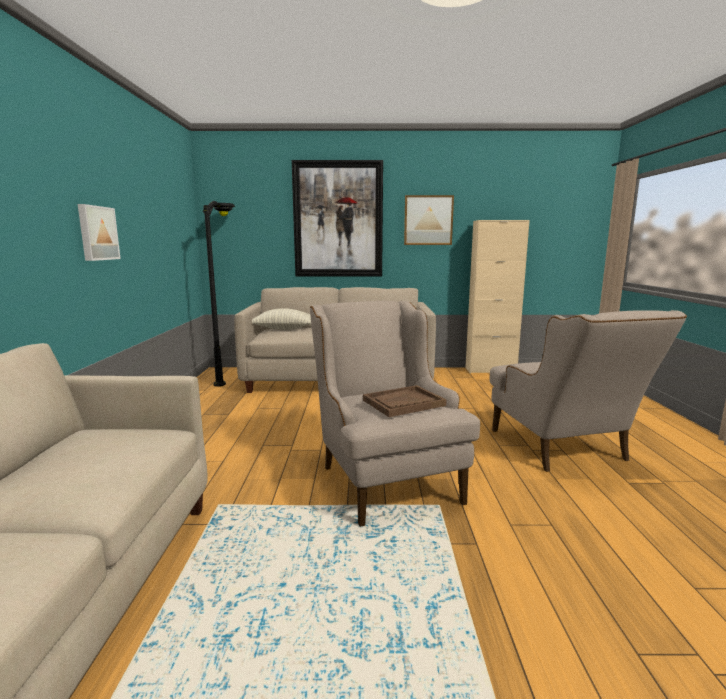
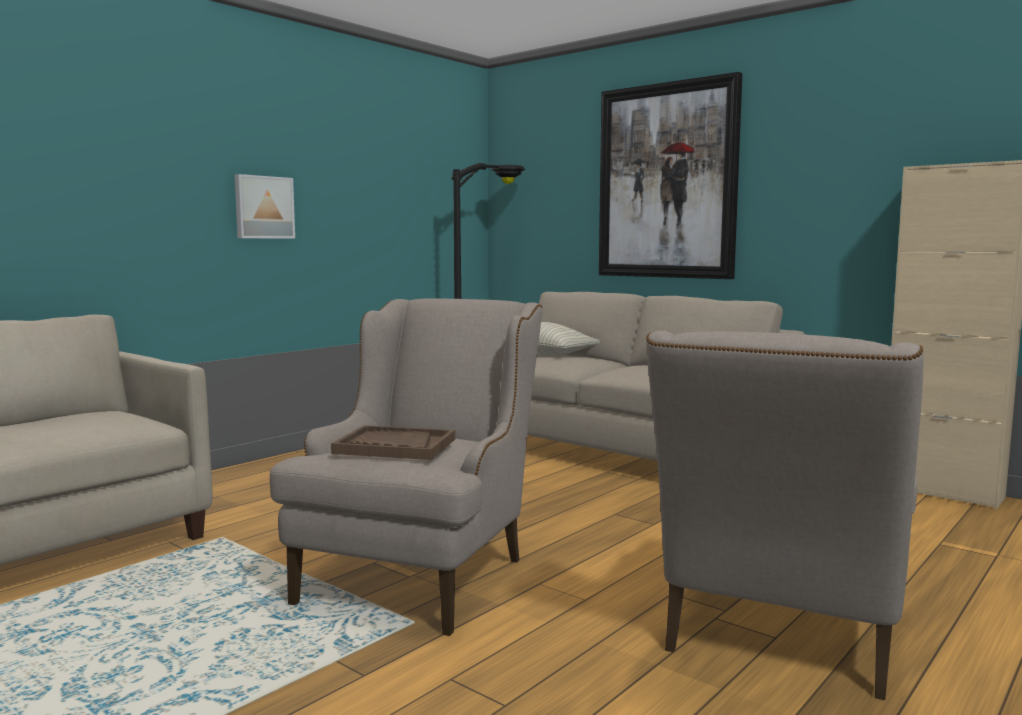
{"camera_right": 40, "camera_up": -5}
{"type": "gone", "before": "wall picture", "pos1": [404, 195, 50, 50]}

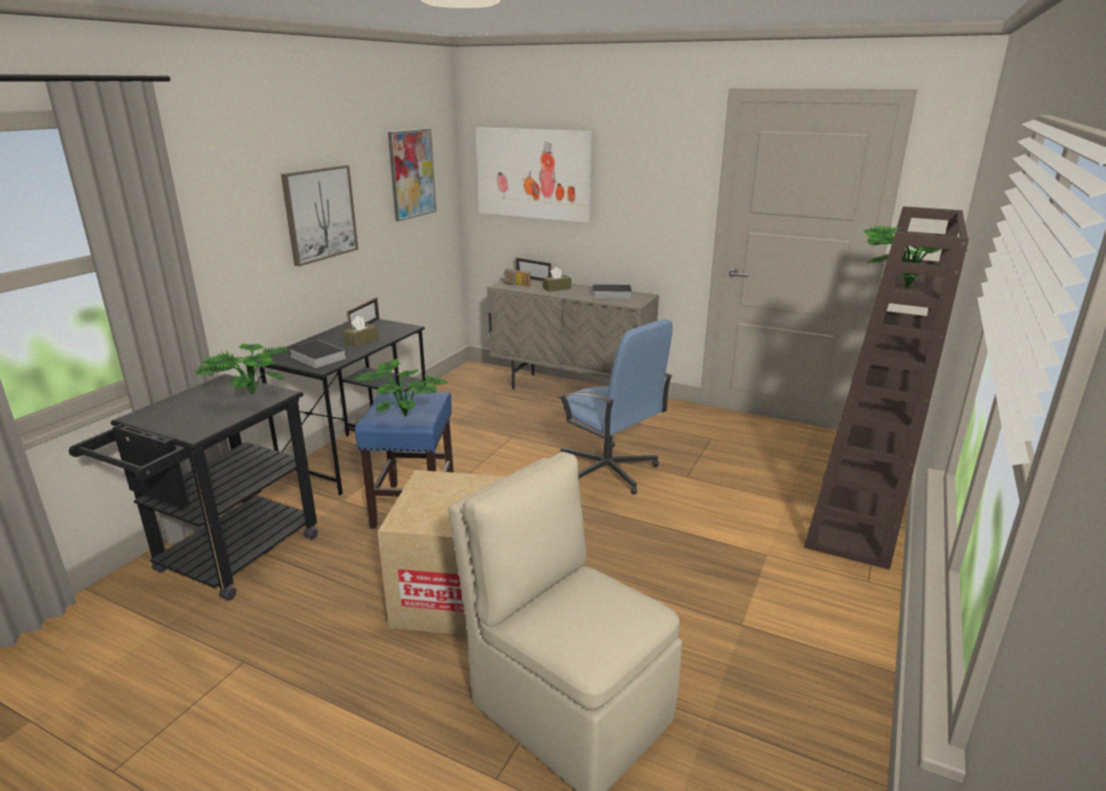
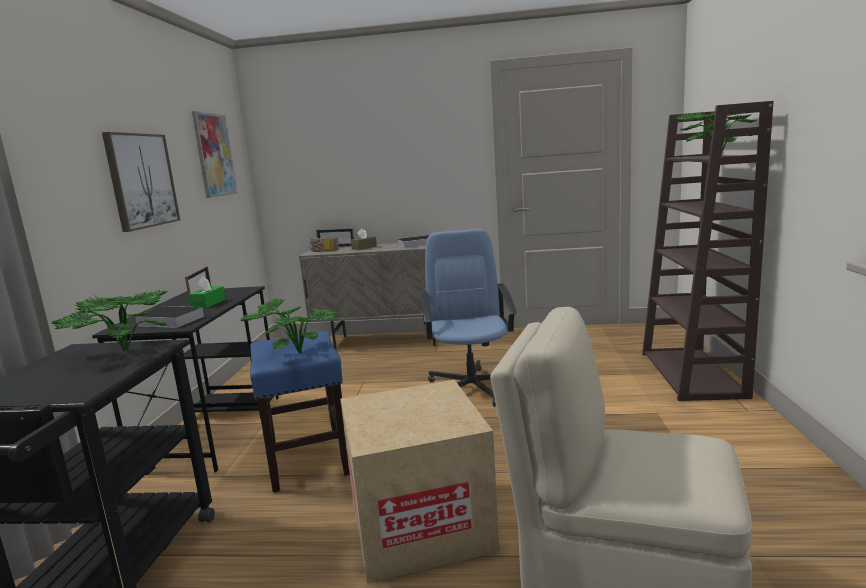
{"camera_right": -20, "camera_up": -10}
{"type": "gone", "before": "wall picture", "pos1": [476, 127, 117, 96]}
{"type": "repainted", "before": "box of tissues/brown-coloured", "after": "box of tissues/green", "pos1": [343, 316, 36, 31], "pos2": [188, 277, 38, 31]}
{"type": "rotated", "before": "desk chair/blue", "pos1": [558, 319, 115, 175], "pos2": [420, 229, 97, 178], "turn": -120}

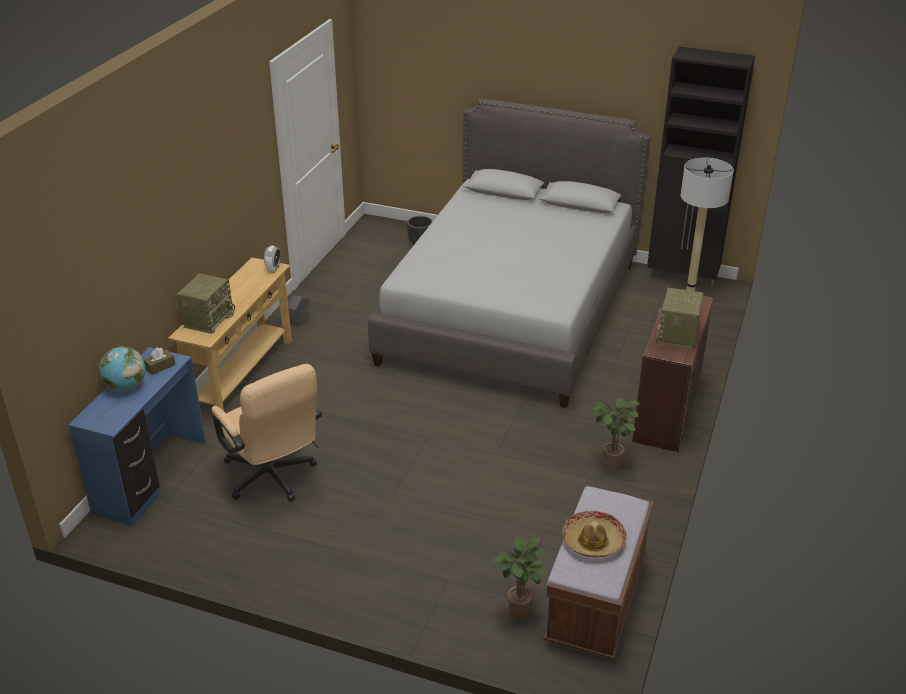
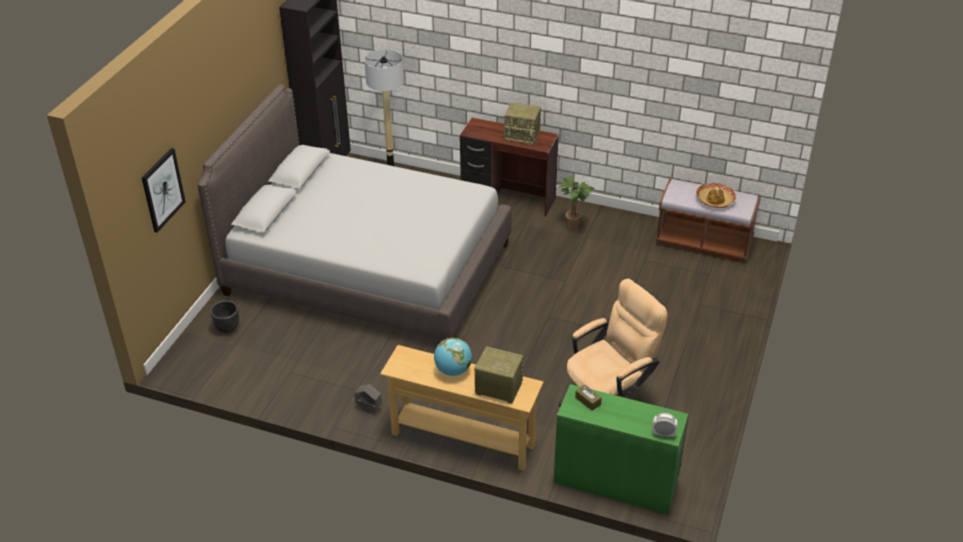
{"camera_right": -90, "camera_up": 5}
{"type": "shifted", "before": "bedside clock", "pos1": [264, 246, 17, 27], "pos2": [652, 413, 26, 25]}
{"type": "repainted", "before": "desk/blue", "after": "desk/green", "pos1": [68, 347, 138, 179], "pos2": [553, 384, 136, 130]}
{"type": "shifted", "before": "globe", "pos1": [99, 347, 46, 44], "pos2": [434, 338, 38, 38]}
{"type": "gone", "before": "houseplant", "pos1": [493, 536, 55, 84]}
{"type": "new", "after": "wall picture", "pos2": [142, 148, 44, 85]}

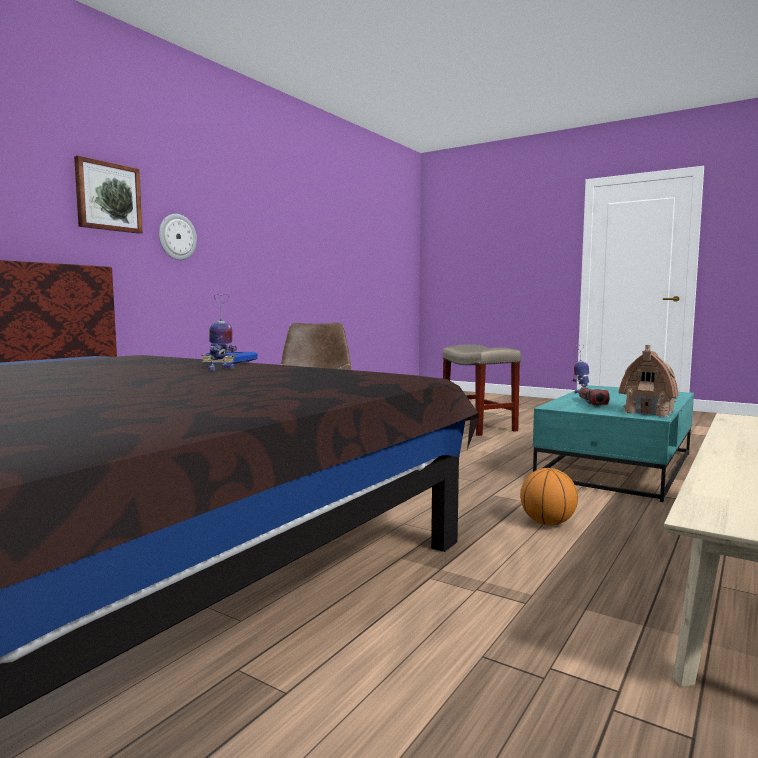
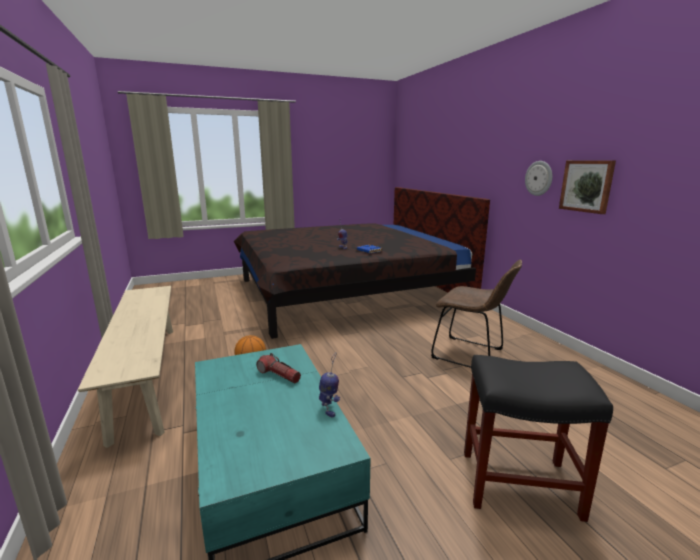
{"camera_right": 125, "camera_up": 10}
{"type": "shifted", "before": "wall picture", "pos1": [74, 156, 69, 78], "pos2": [559, 160, 57, 54]}
{"type": "repainted", "before": "stool seat/beige", "after": "stool seat/blackish", "pos1": [442, 344, 79, 92], "pos2": [464, 355, 149, 167]}
{"type": "gone", "before": "toy house", "pos1": [618, 345, 61, 72]}

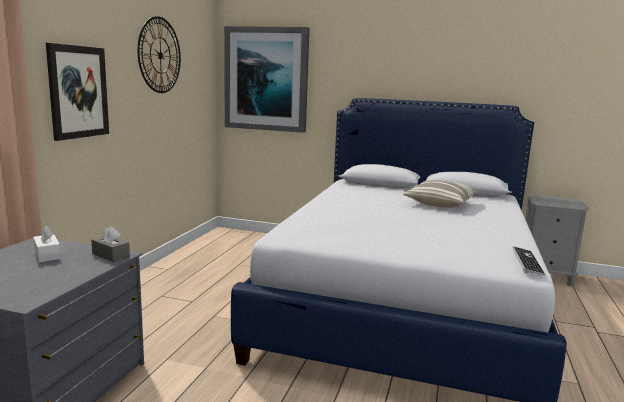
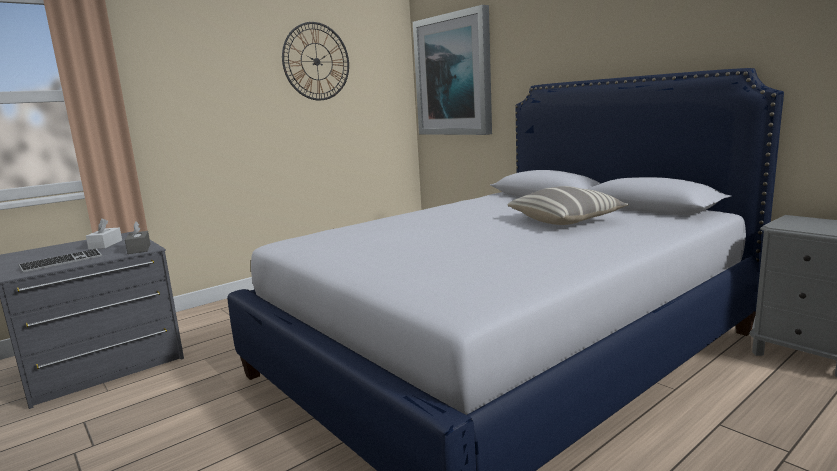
{"camera_right": 35, "camera_up": 0}
{"type": "gone", "before": "wall picture", "pos1": [46, 43, 63, 98]}
{"type": "shifted", "before": "computer keyboard", "pos1": [512, 246, 34, 30], "pos2": [18, 249, 84, 23]}

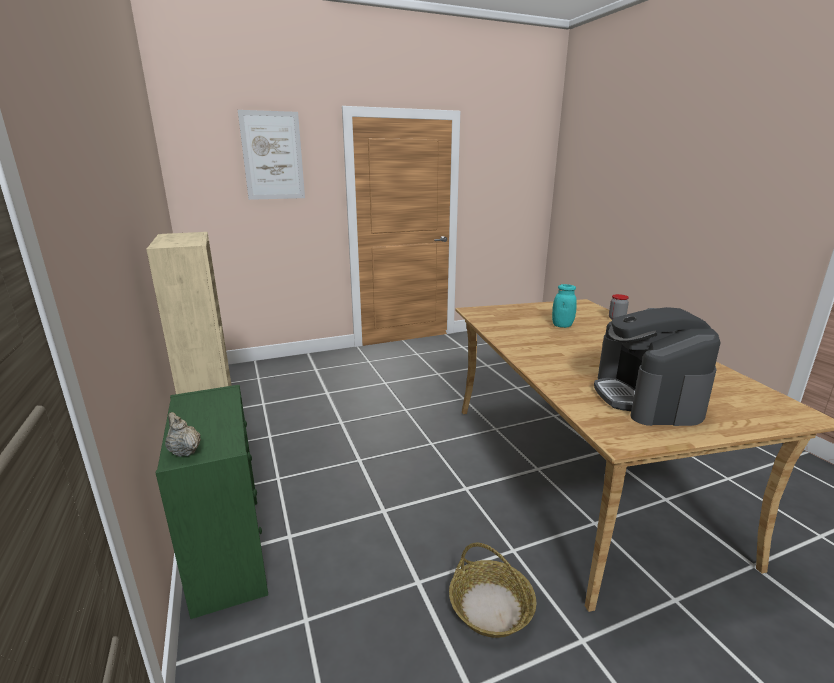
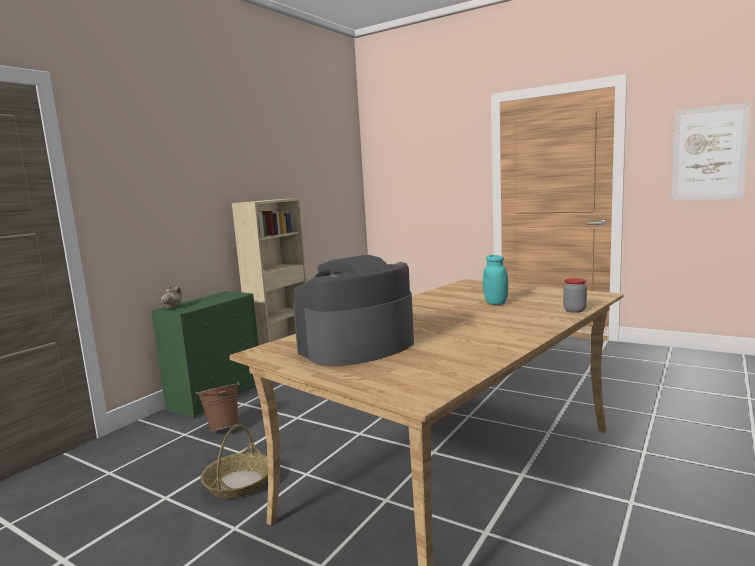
{"camera_right": 55, "camera_up": -10}
{"type": "shifted", "before": "wall picture", "pos1": [238, 110, 67, 90], "pos2": [671, 102, 79, 99]}
{"type": "new", "after": "water bucket/brown-coloured", "pos2": [196, 381, 44, 50]}

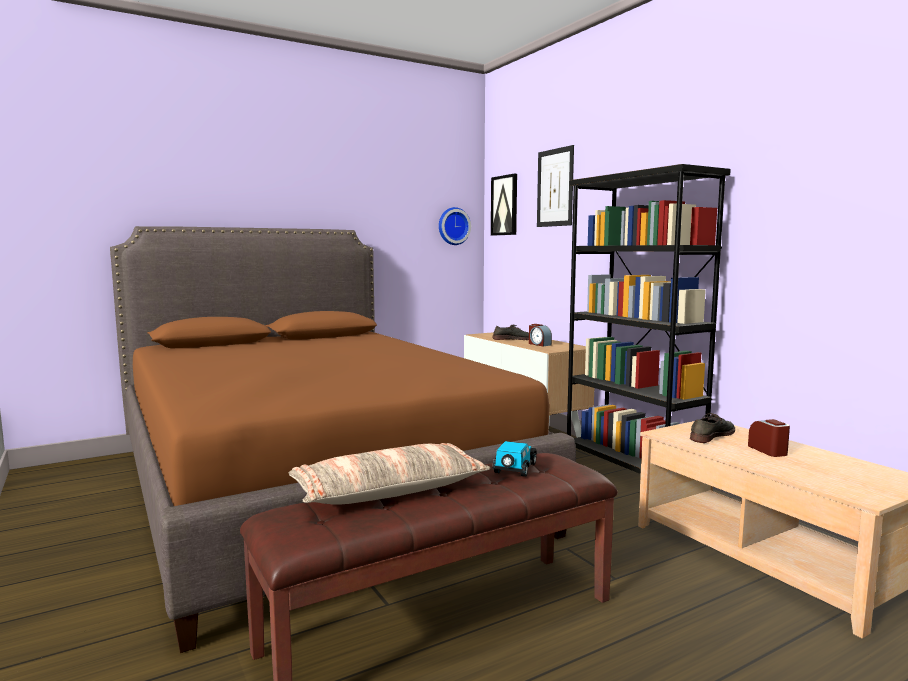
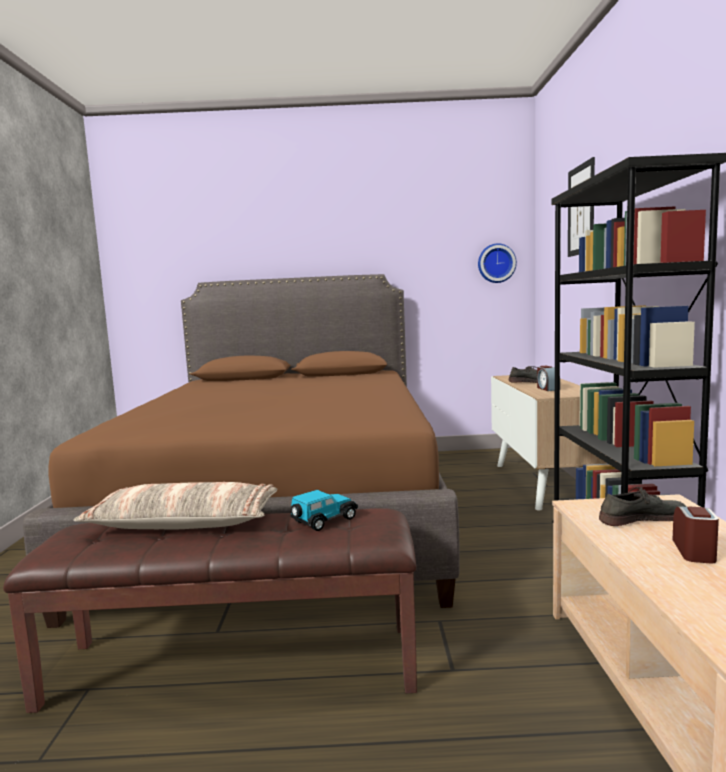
{"camera_right": 30, "camera_up": 0}
{"type": "gone", "before": "wall picture", "pos1": [491, 174, 26, 62]}

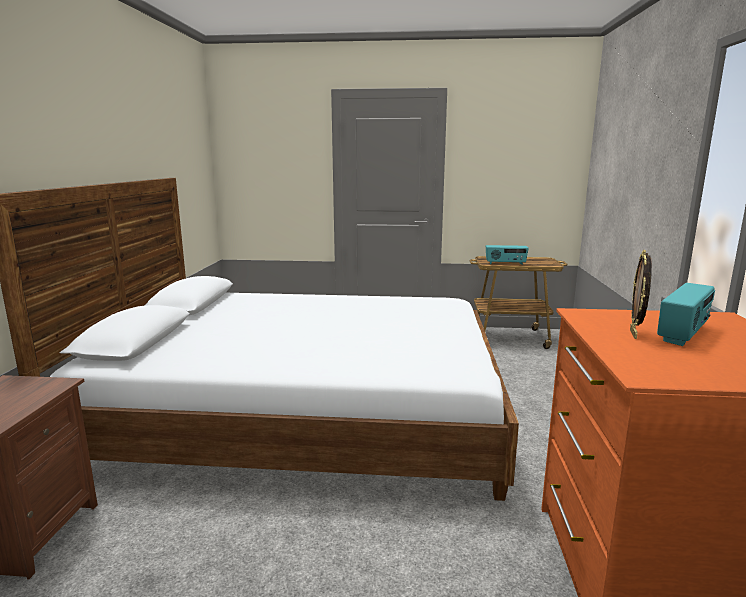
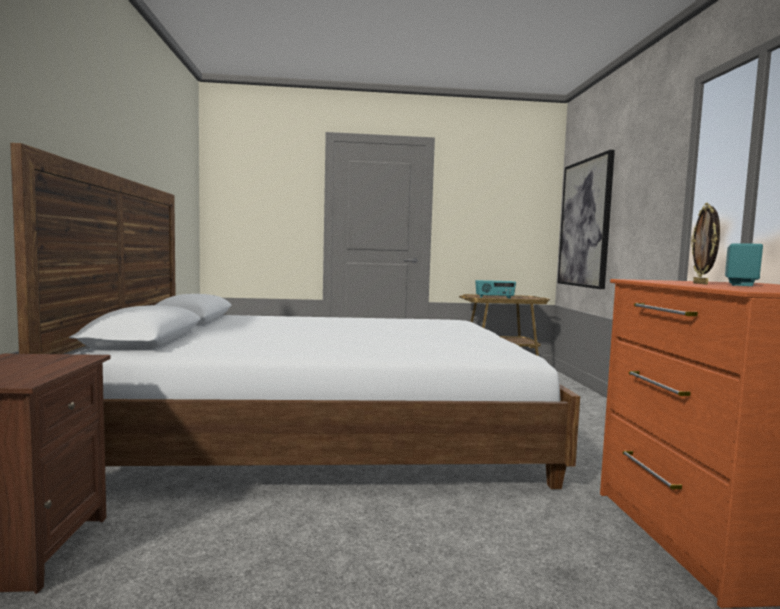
{"camera_right": -10, "camera_up": -10}
{"type": "new", "after": "wall picture", "pos2": [558, 150, 57, 139]}

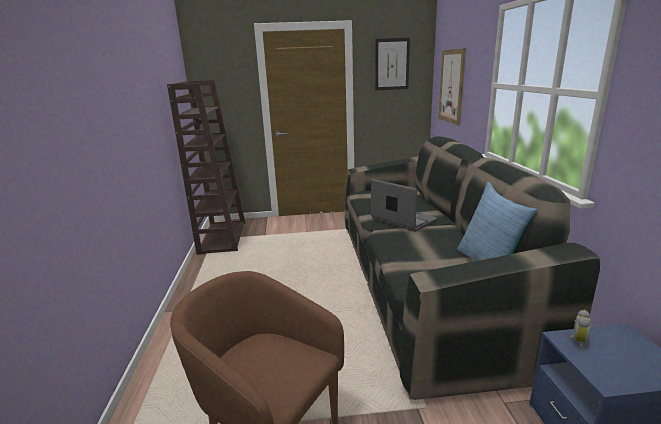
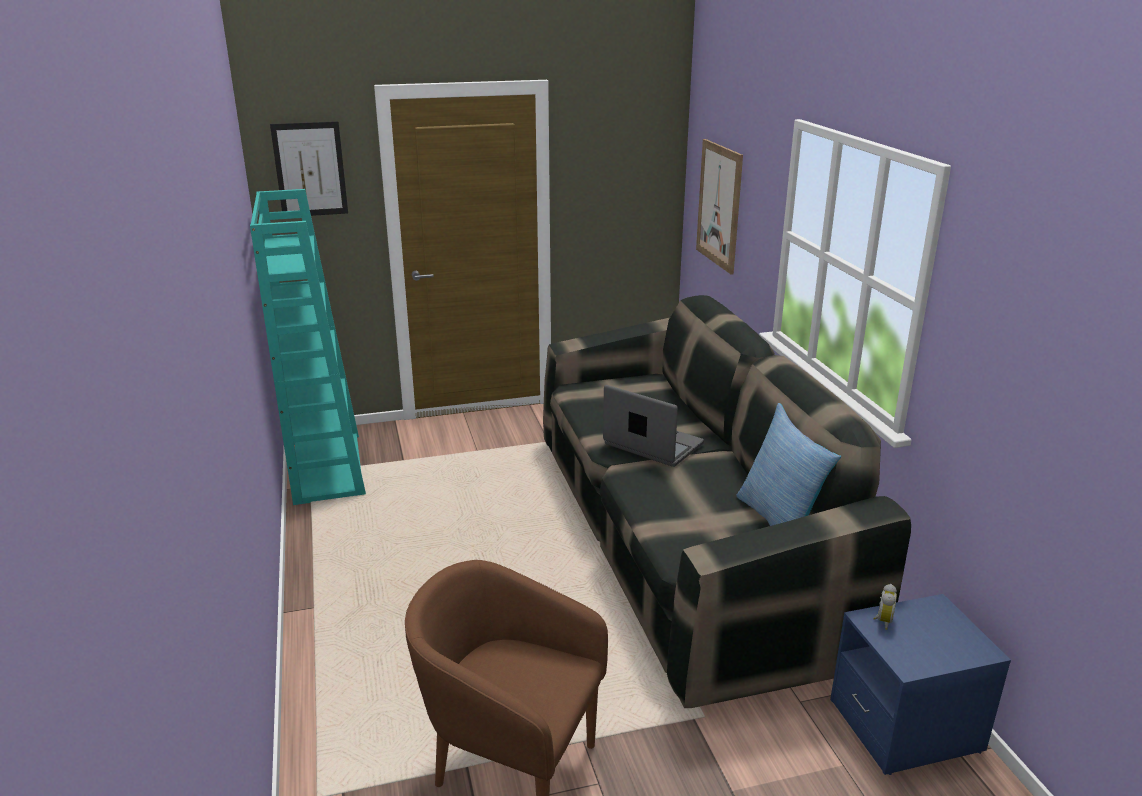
{"camera_right": -10, "camera_up": 5}
{"type": "shifted", "before": "wall picture", "pos1": [375, 38, 35, 52], "pos2": [270, 121, 78, 95]}
{"type": "repainted", "before": "bookshelf/brown-coloured", "after": "bookshelf/turquoise-coloured", "pos1": [167, 80, 78, 175], "pos2": [250, 189, 116, 316]}

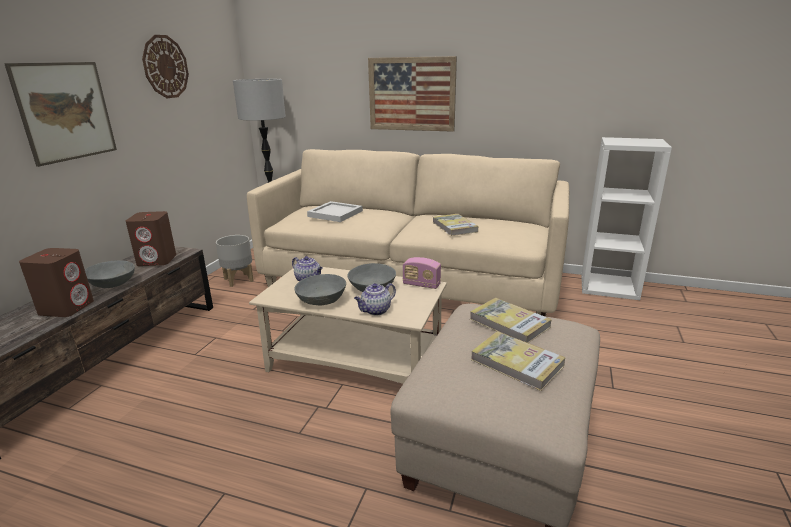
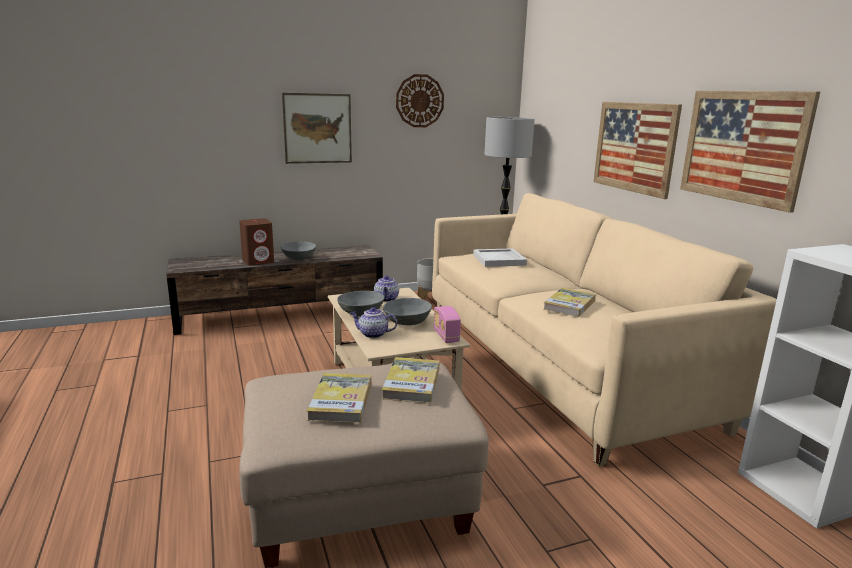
{"camera_right": 50, "camera_up": -5}
{"type": "gone", "before": "audio speaker/brown-coloured", "pos1": [126, 211, 50, 55]}
{"type": "new", "after": "wall picture", "pos2": [680, 91, 140, 122]}

